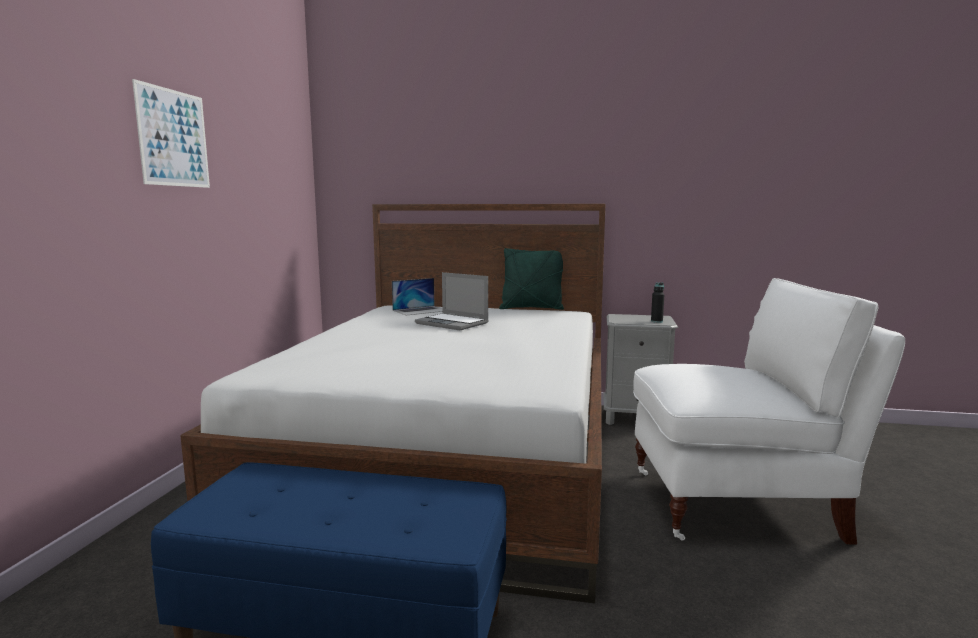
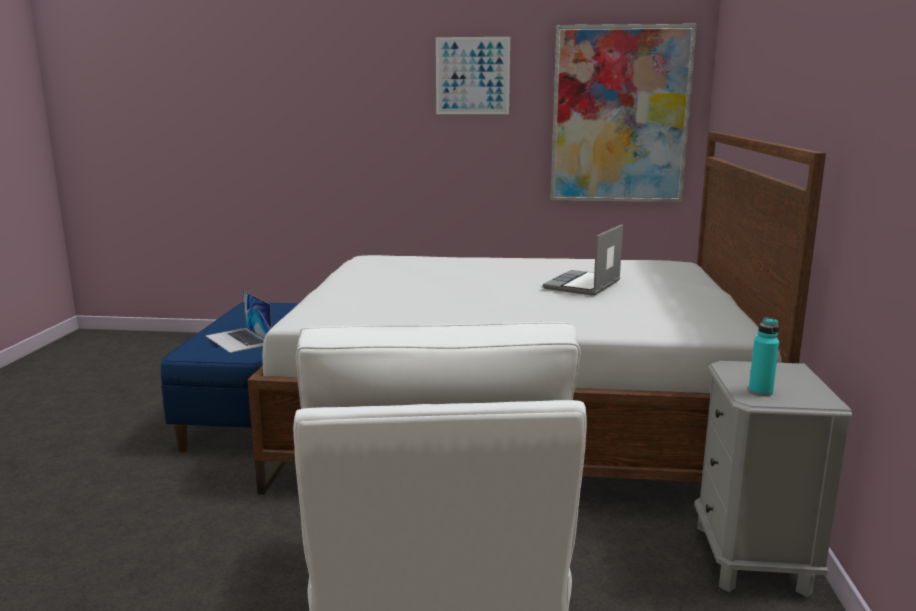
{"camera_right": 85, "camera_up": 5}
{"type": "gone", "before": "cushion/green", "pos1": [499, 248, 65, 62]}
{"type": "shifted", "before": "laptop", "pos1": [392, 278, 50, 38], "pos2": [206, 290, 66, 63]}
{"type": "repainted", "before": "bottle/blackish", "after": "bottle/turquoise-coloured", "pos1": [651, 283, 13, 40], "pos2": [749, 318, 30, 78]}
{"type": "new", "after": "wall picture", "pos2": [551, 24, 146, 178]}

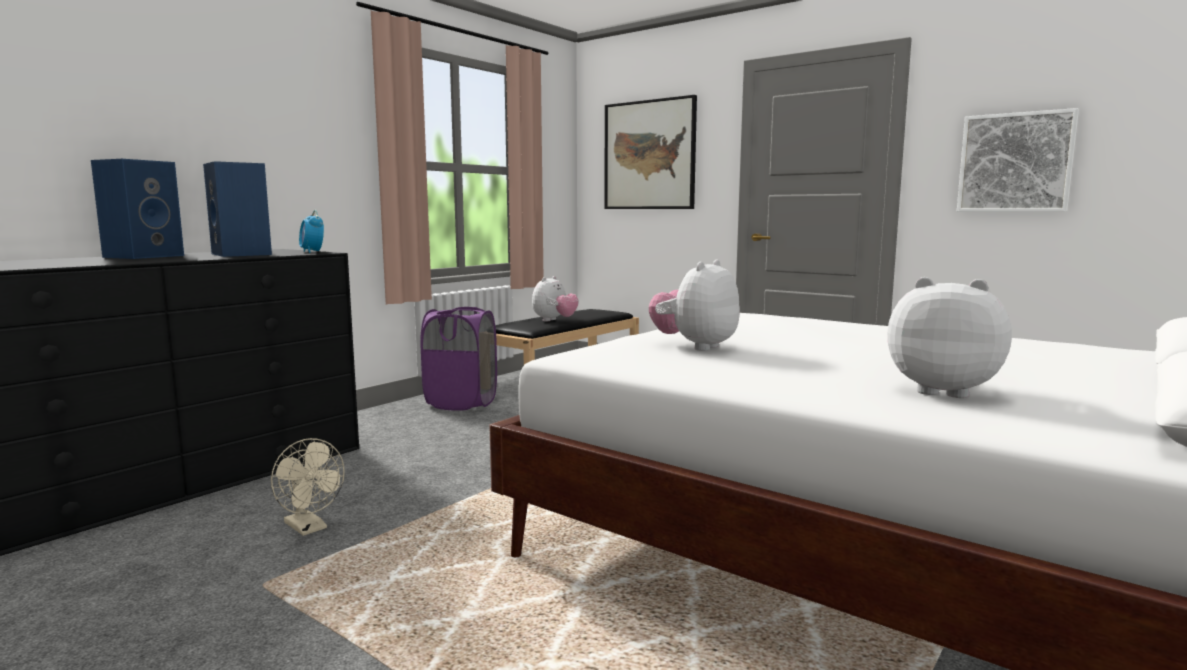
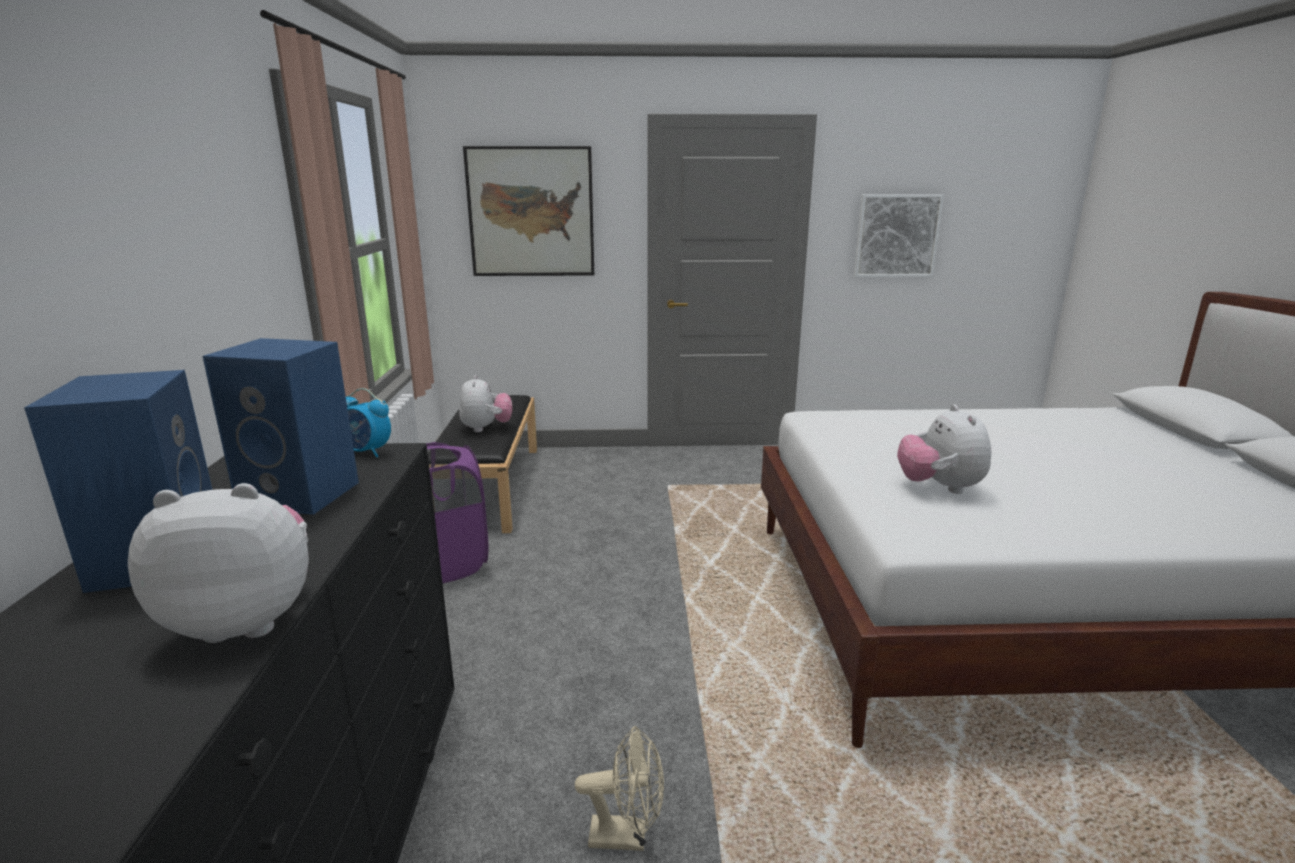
{"camera_right": -40, "camera_up": 10}
{"type": "shifted", "before": "cuddly toy", "pos1": [887, 277, 125, 121], "pos2": [128, 483, 181, 160]}

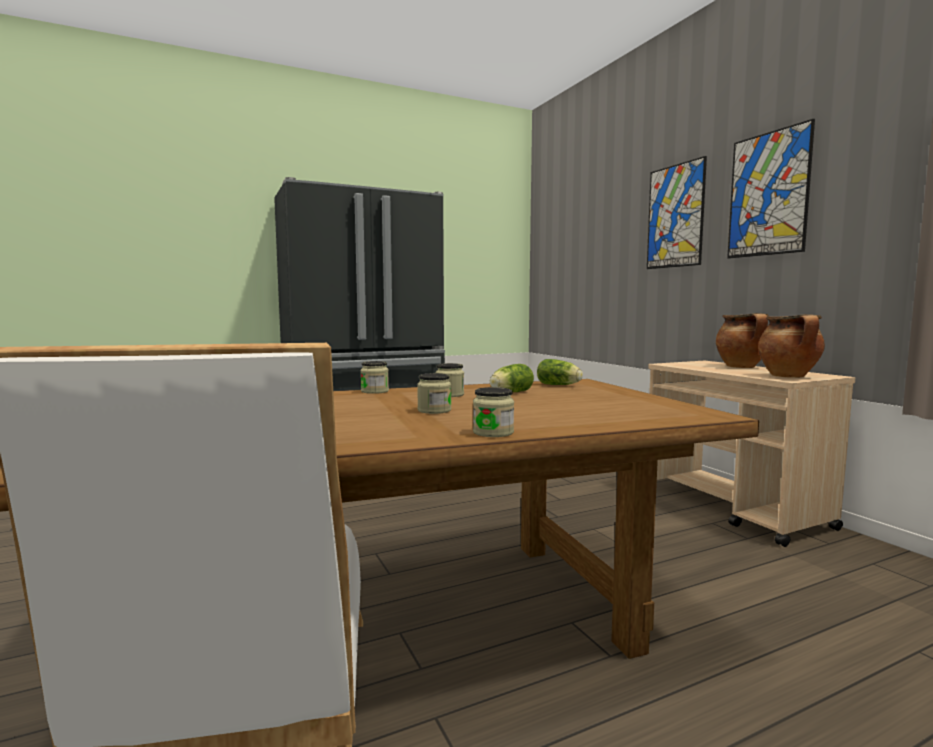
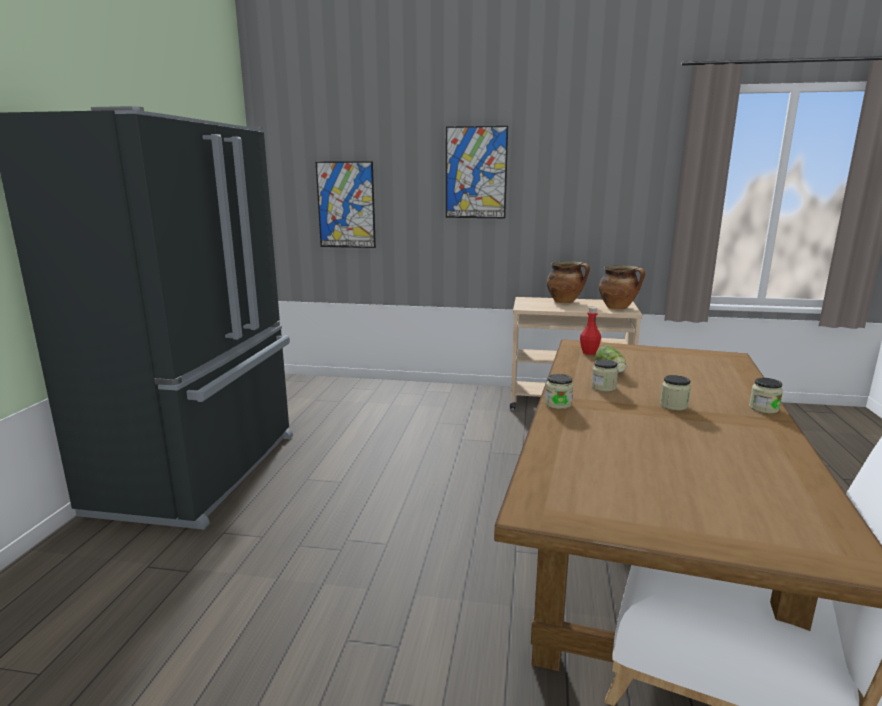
{"camera_right": -55, "camera_up": 10}
{"type": "shifted", "before": "wall picture", "pos1": [727, 119, 88, 139], "pos2": [316, 161, 60, 87]}
{"type": "swapped", "before": "head of lettuce", "after": "bottle/red-coloured", "pos1": [537, 359, 46, 26], "pos2": [580, 307, 21, 48]}

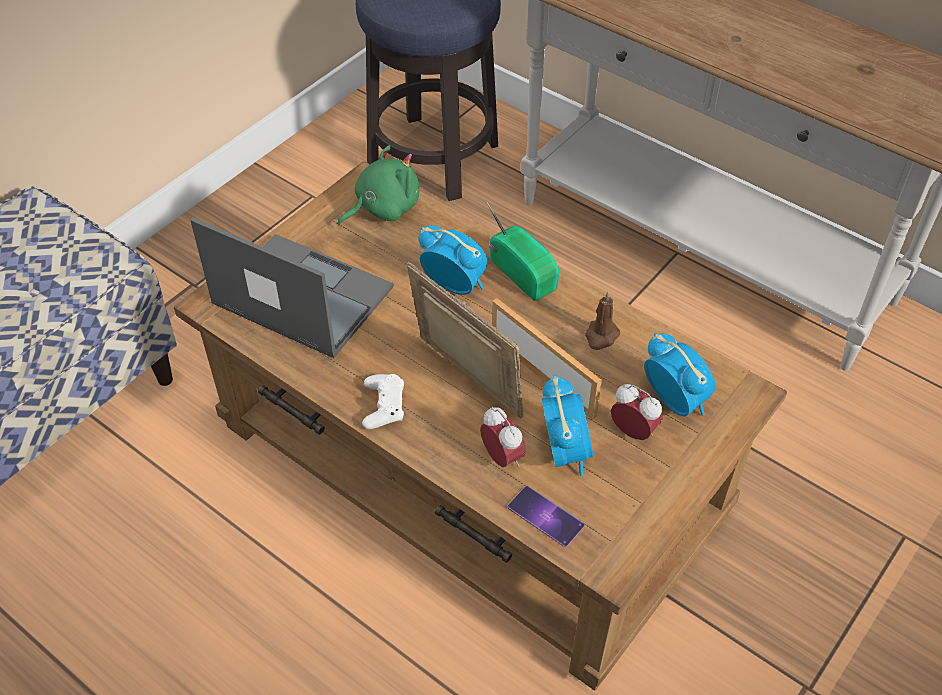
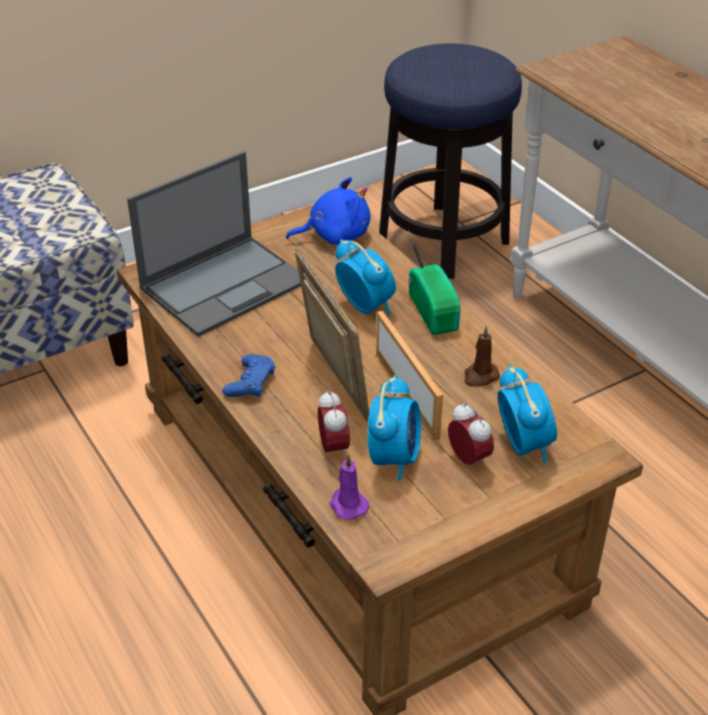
{"camera_right": 20, "camera_up": -10}
{"type": "repainted", "before": "cuddly toy/green", "after": "cuddly toy/blue", "pos1": [337, 145, 83, 81], "pos2": [286, 177, 84, 68]}
{"type": "rotated", "before": "laptop", "pos1": [190, 218, 204, 140], "pos2": [127, 151, 174, 186], "turn": 90}
{"type": "repainted", "before": "joypad/white-coloured", "after": "joypad/blue", "pos1": [362, 374, 42, 55], "pos2": [222, 354, 53, 43]}
{"type": "swapped", "before": "telephone", "after": "wax candle/purple-coloured", "pos1": [508, 486, 77, 61], "pos2": [330, 454, 39, 66]}

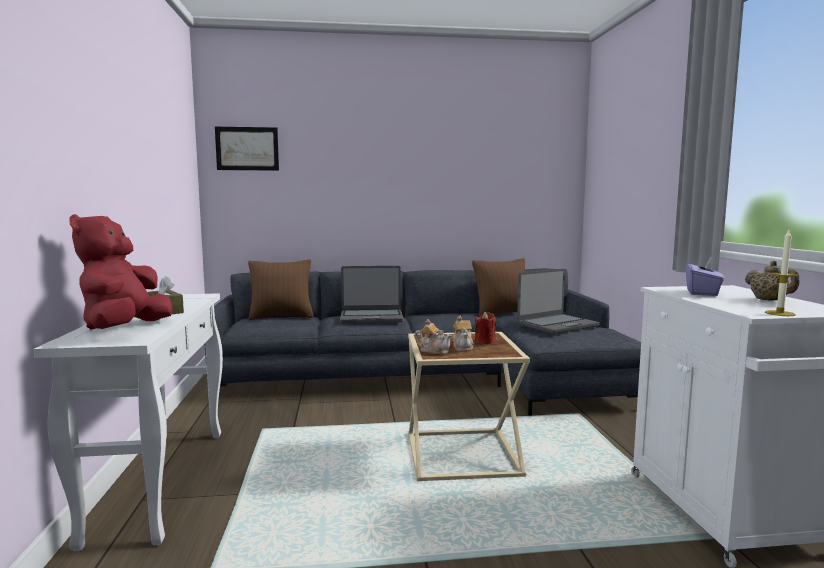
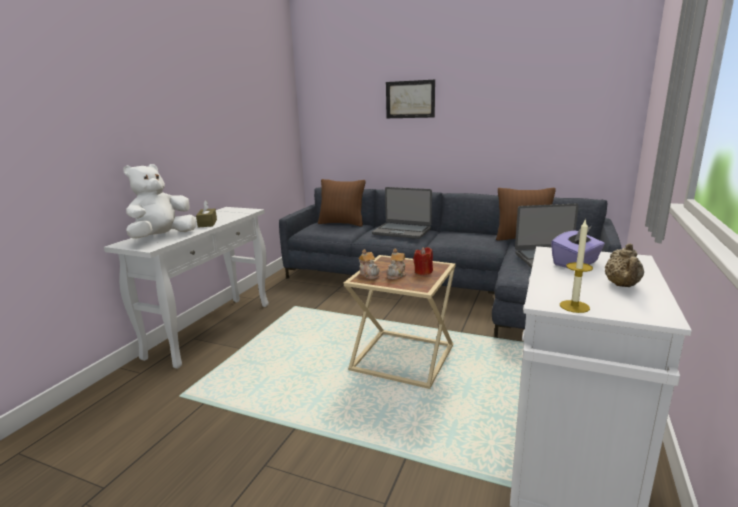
{"camera_right": 30, "camera_up": 10}
{"type": "shifted", "before": "wall picture", "pos1": [215, 127, 64, 44], "pos2": [386, 79, 49, 39]}
{"type": "repainted", "before": "cuddly toy/red-coloured", "after": "cuddly toy/white-coloured", "pos1": [69, 214, 104, 116], "pos2": [123, 164, 73, 75]}

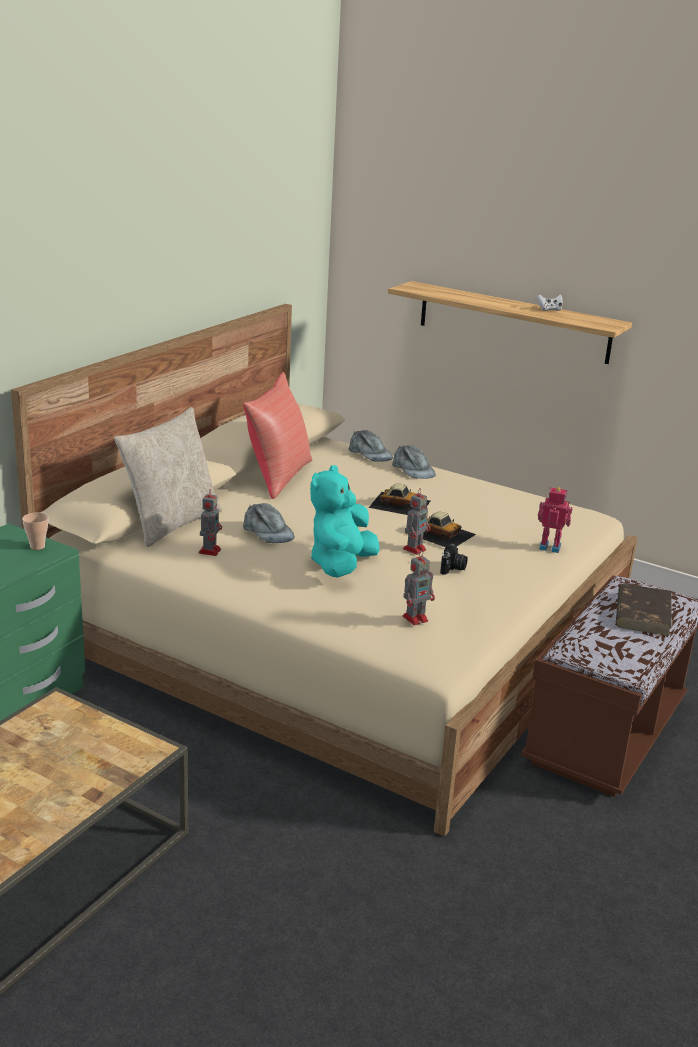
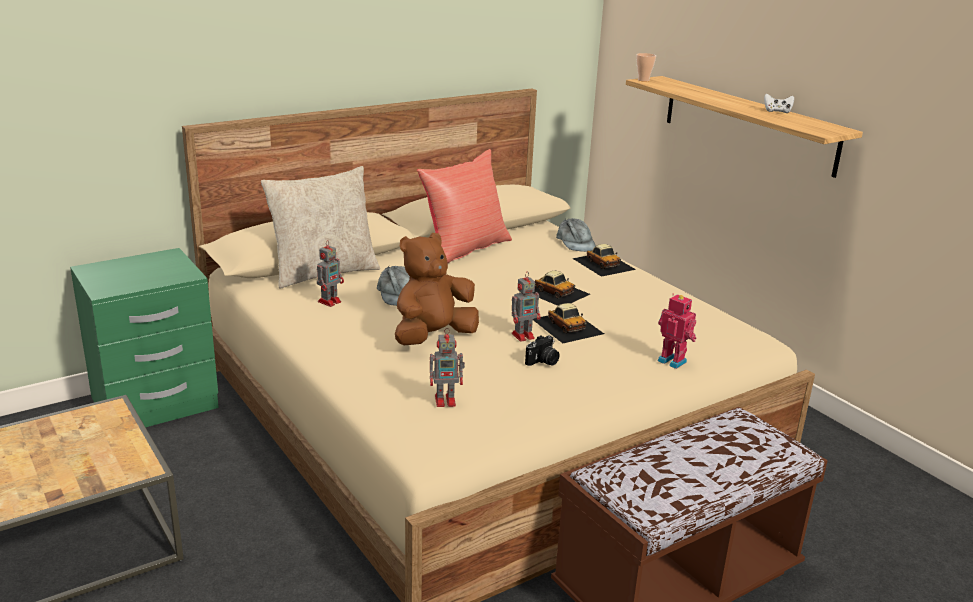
{"camera_right": 25, "camera_up": 0}
{"type": "swapped", "before": "peaked cap/gray", "after": "miniature car", "pos1": [392, 445, 44, 34], "pos2": [572, 244, 64, 33]}
{"type": "repainted", "before": "cuddly toy/turquoise-coloured", "after": "cuddly toy/brown-coloured", "pos1": [310, 465, 70, 113], "pos2": [395, 233, 84, 112]}
{"type": "shifted", "before": "small cup", "pos1": [22, 513, 27, 37], "pos2": [636, 53, 20, 29]}
{"type": "gone", "before": "book/brown-coloured", "pos1": [616, 584, 55, 52]}

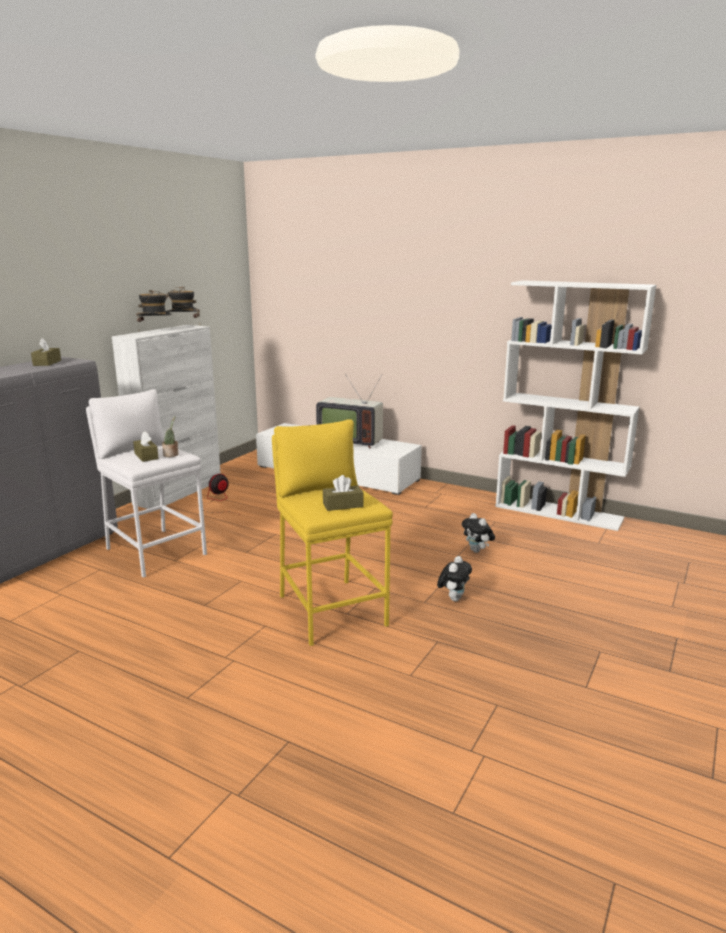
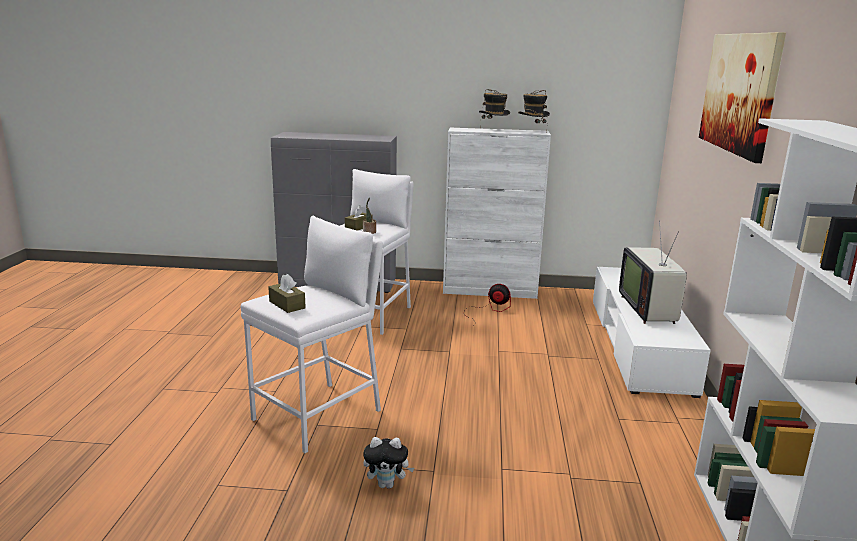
{"camera_right": 65, "camera_up": 0}
{"type": "gone", "before": "box of tissues/brown-coloured", "pos1": [31, 338, 30, 28]}
{"type": "repainted", "before": "stool seat/yellow", "after": "stool seat/white-coloured", "pos1": [272, 419, 121, 227], "pos2": [241, 215, 142, 238]}
{"type": "gone", "before": "cuddly toy", "pos1": [462, 513, 33, 40]}
{"type": "new", "after": "wall picture", "pos2": [699, 32, 87, 131]}

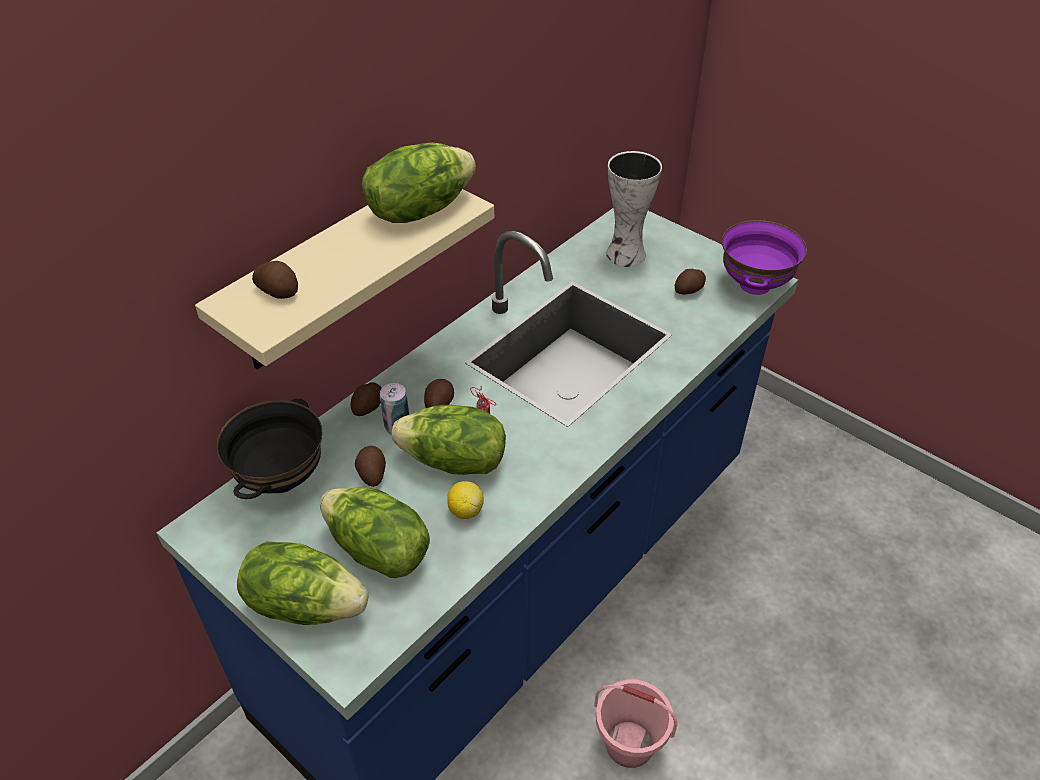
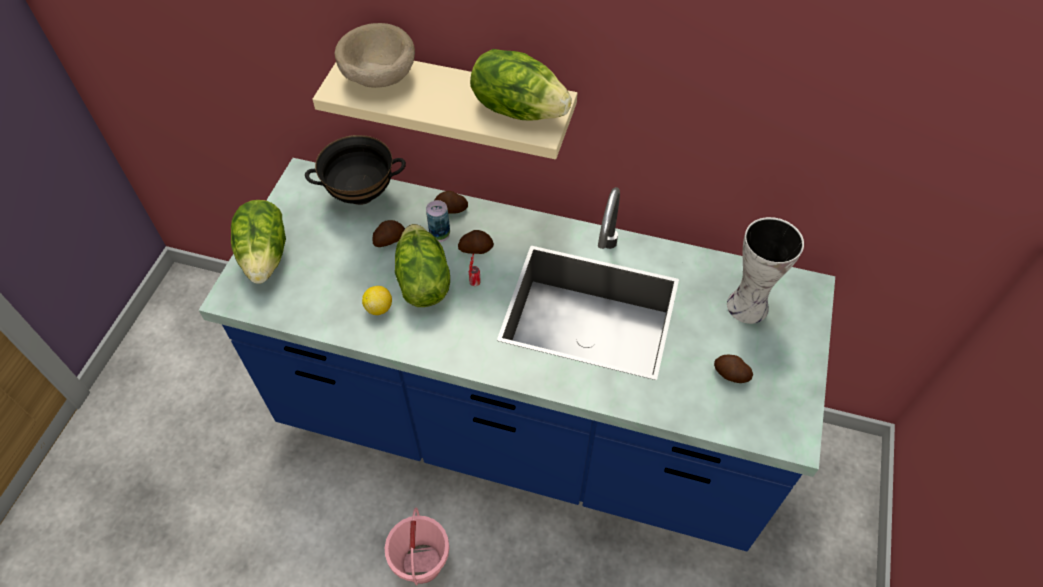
{"camera_right": 65, "camera_up": 10}
{"type": "gone", "before": "deep dish/purple-coloured", "pos1": [722, 220, 85, 75]}
{"type": "swapped", "before": "potato", "after": "deep dish/beige", "pos1": [252, 261, 46, 38], "pos2": [335, 23, 80, 65]}
{"type": "gone", "before": "head of lettuce", "pos1": [320, 487, 110, 91]}

